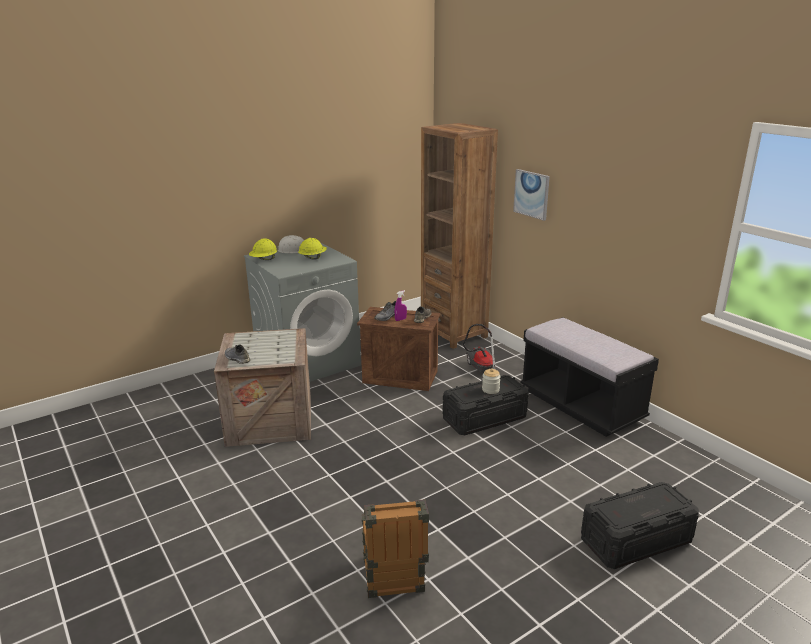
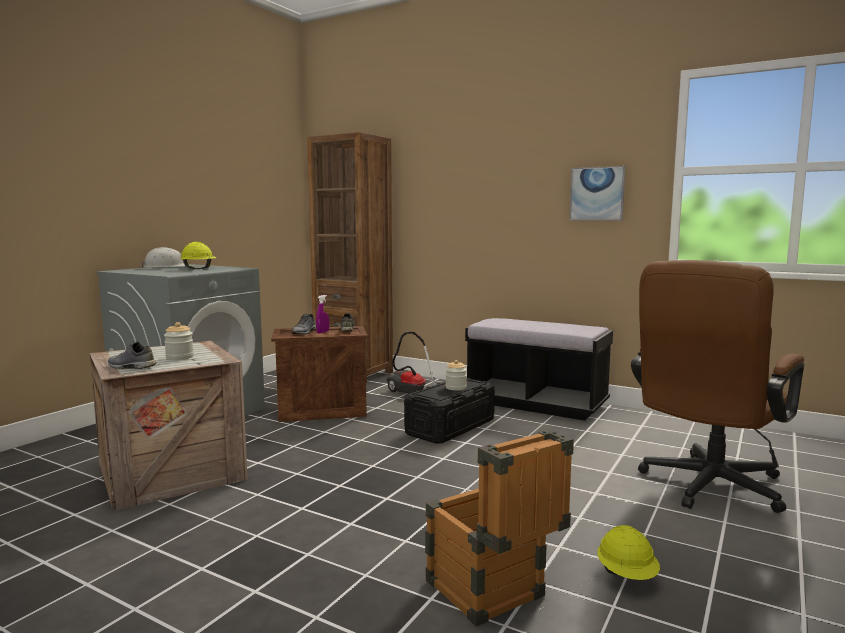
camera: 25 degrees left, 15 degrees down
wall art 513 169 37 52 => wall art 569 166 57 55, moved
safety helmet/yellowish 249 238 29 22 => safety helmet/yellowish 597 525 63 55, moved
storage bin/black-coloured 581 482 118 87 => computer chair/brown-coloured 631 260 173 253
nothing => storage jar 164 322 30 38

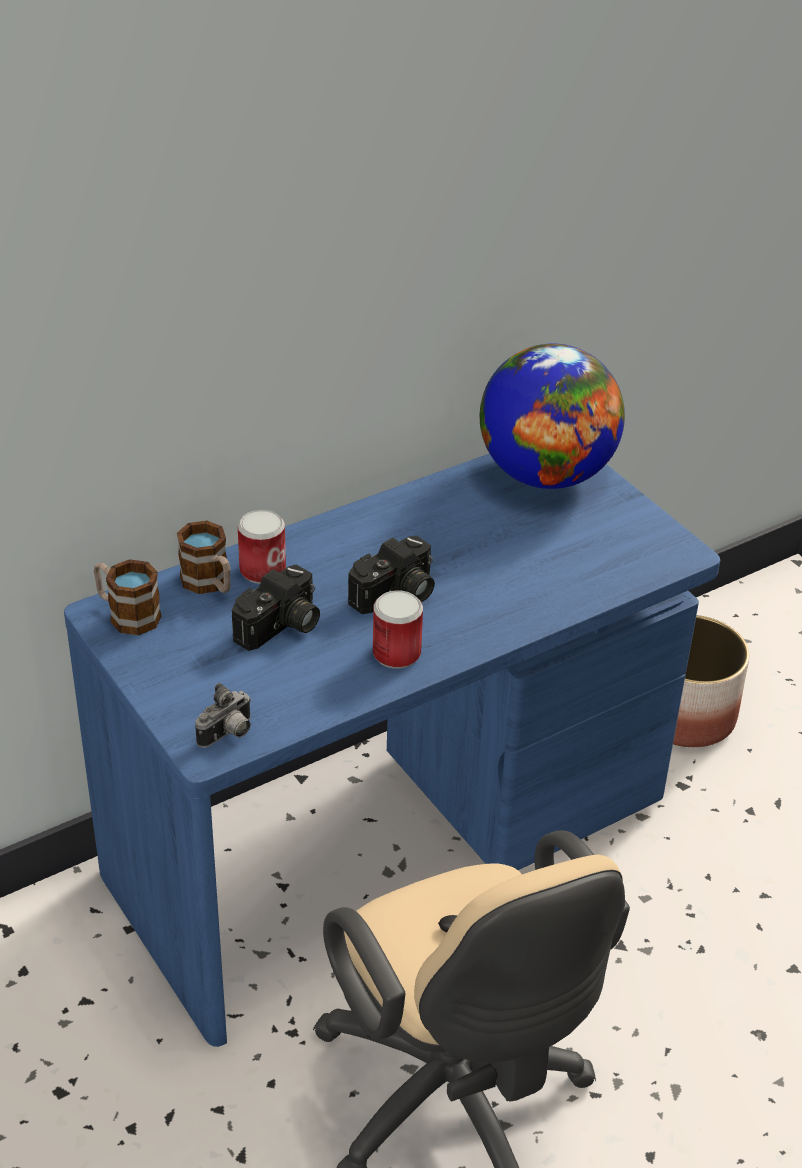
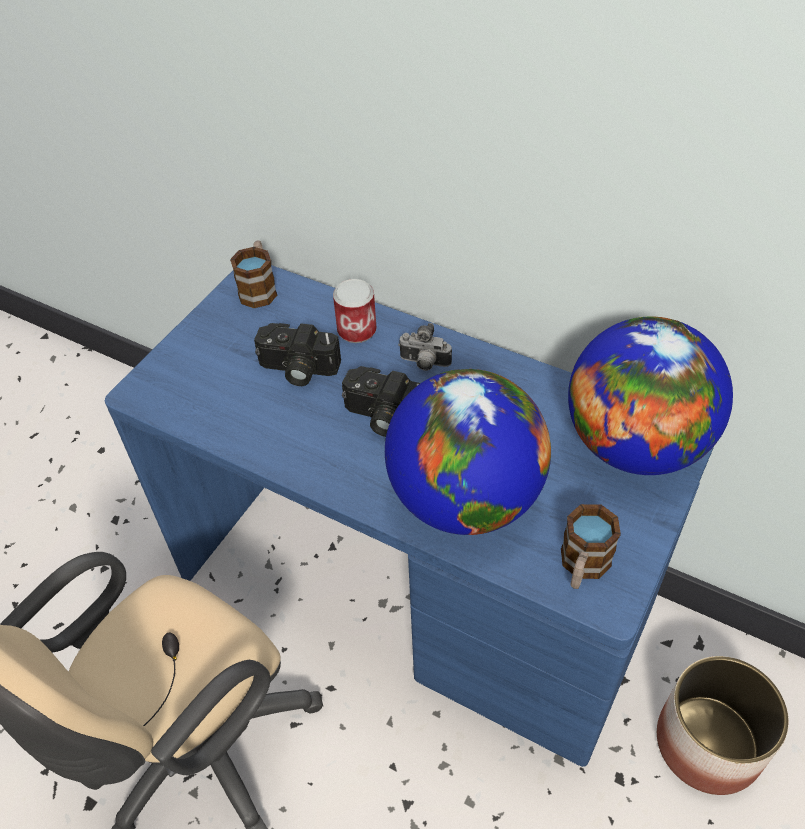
camera: 65 degrees right, 10 degrees up
mug 177 520 53 74 => mug 561 504 60 85, moved
metal can 373 590 50 79 => nothing
photo camera 195 683 56 65 => photo camera 398 323 54 48, moved
nothing => desk globe 385 369 166 166

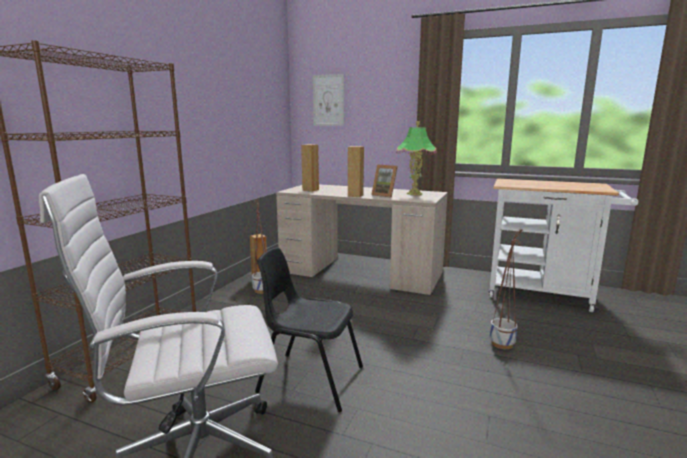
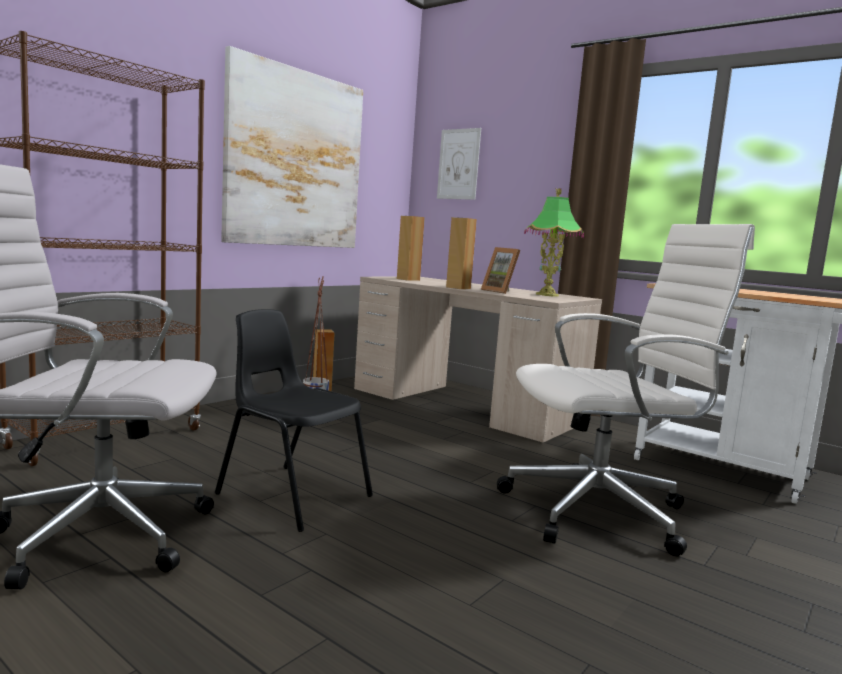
camera: 15 degrees right, 5 degrees down
planter 490 228 32 121 => computer chair/whitish 497 224 258 332
nothing => wall art 221 46 142 202

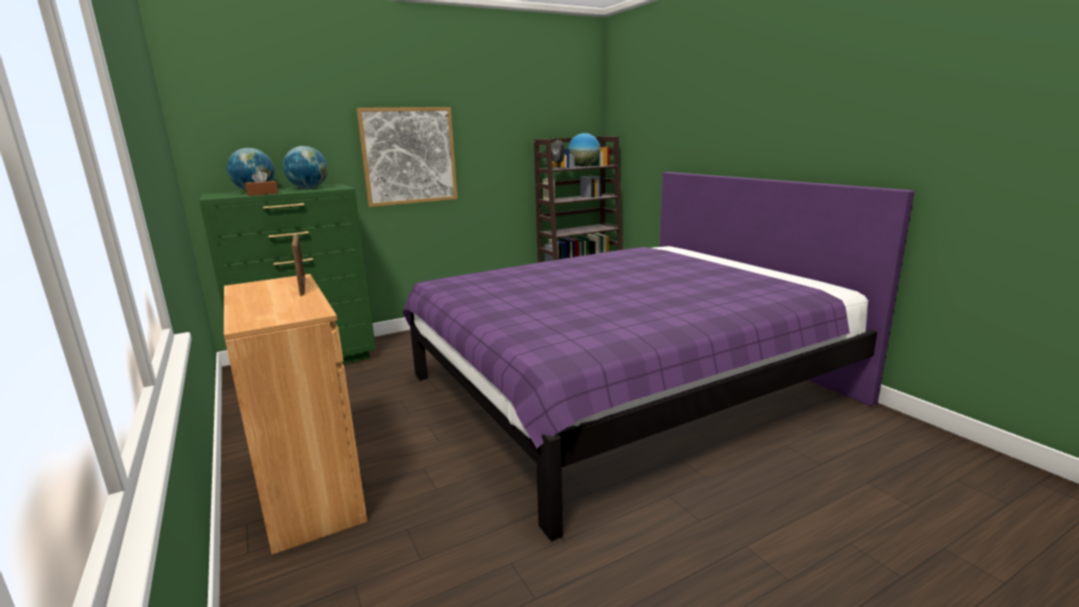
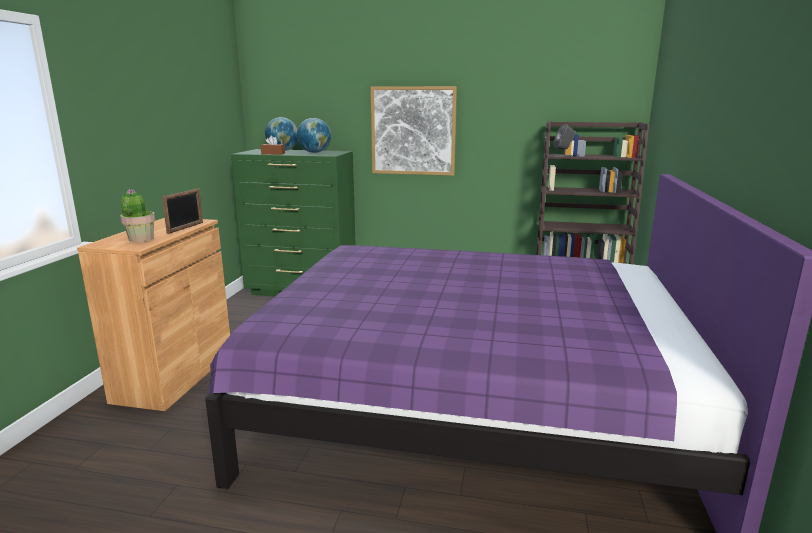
camera: 40 degrees right, 0 degrees up
desk globe 568 133 32 34 => nothing
nothing => houseplant 120 189 36 53

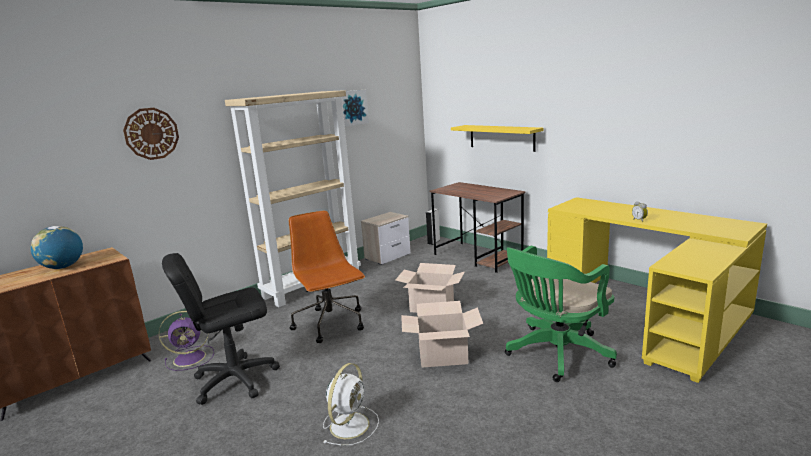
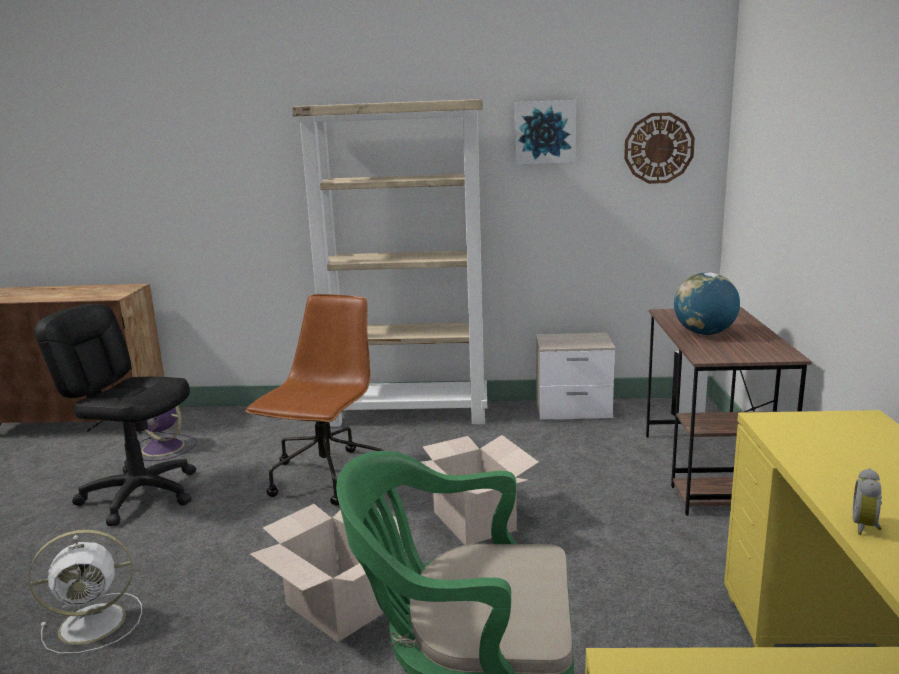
camera: 45 degrees right, 0 degrees up
clock on the wall 123 108 56 52 => clock on the wall 624 112 71 72, moved
shelf/yellowish 451 125 93 27 => nothing
desk globe 31 226 52 43 => desk globe 674 272 66 63, moved

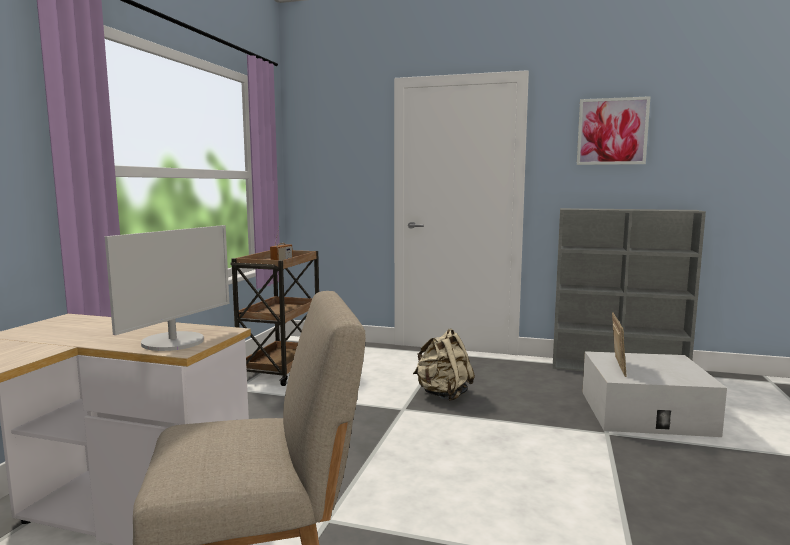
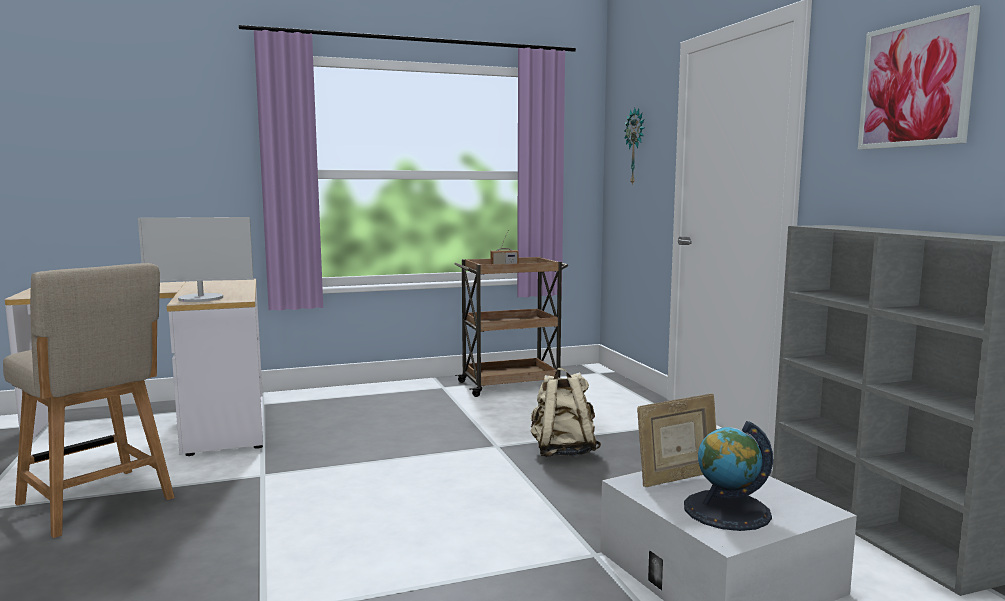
camera: 55 degrees right, 0 degrees up
nothing => clock on the wall 624 108 21 78
nothing => desk globe 684 421 89 110

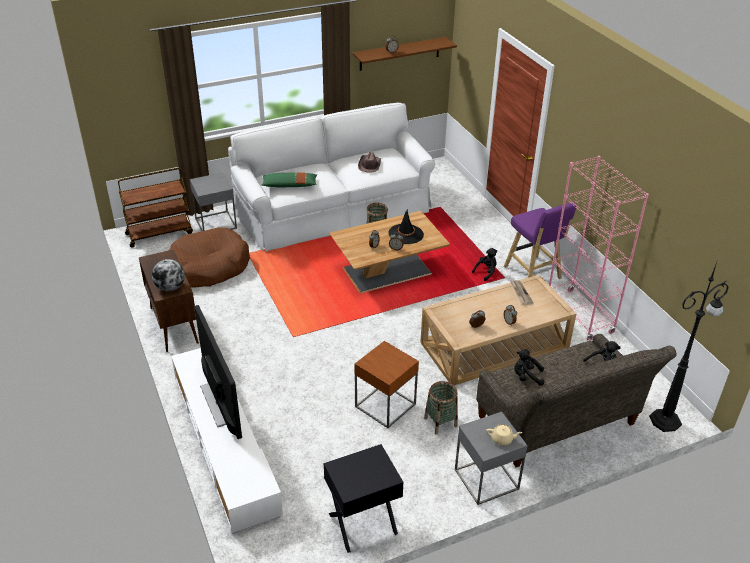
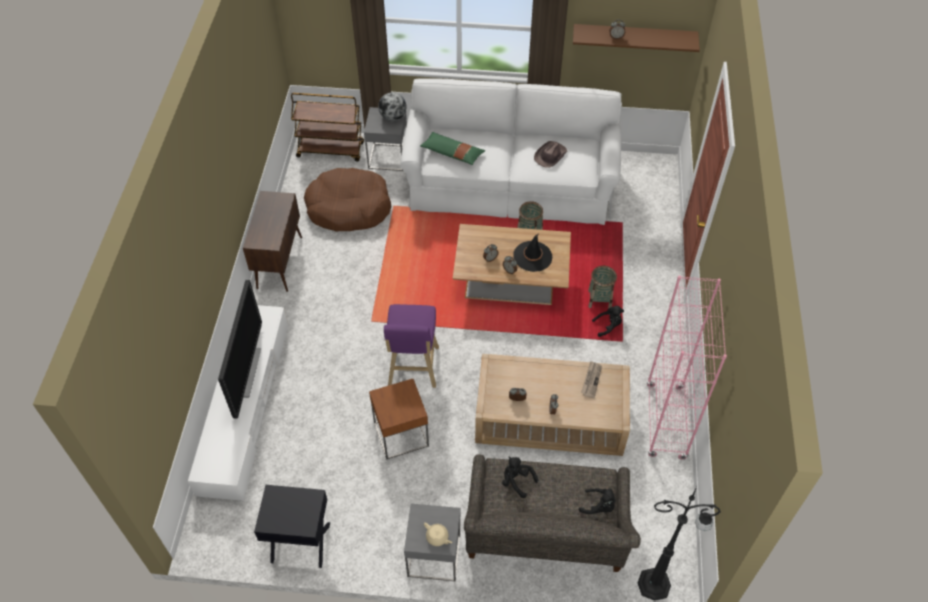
camera: 30 degrees right, 15 degrees up
stool/purplish 504 203 73 76 => stool/purplish 384 304 55 84, moved
desk globe 152 259 33 32 => desk globe 378 92 29 29, moved
storage basket 424 381 34 54 => storage basket 588 266 29 42, moved

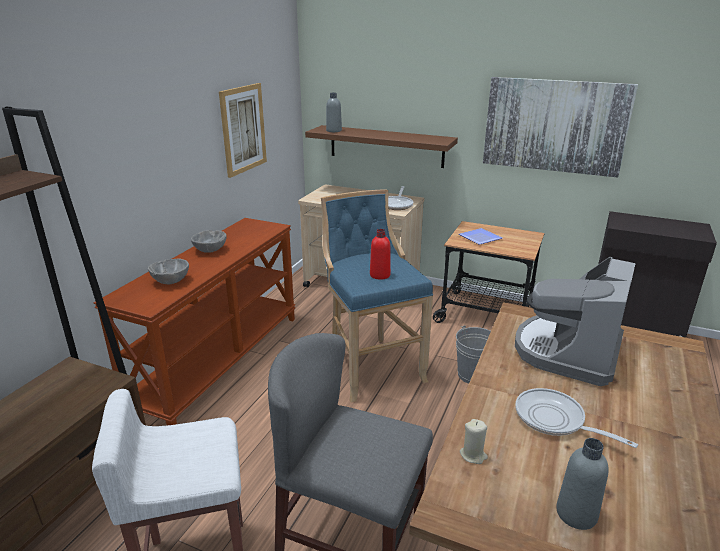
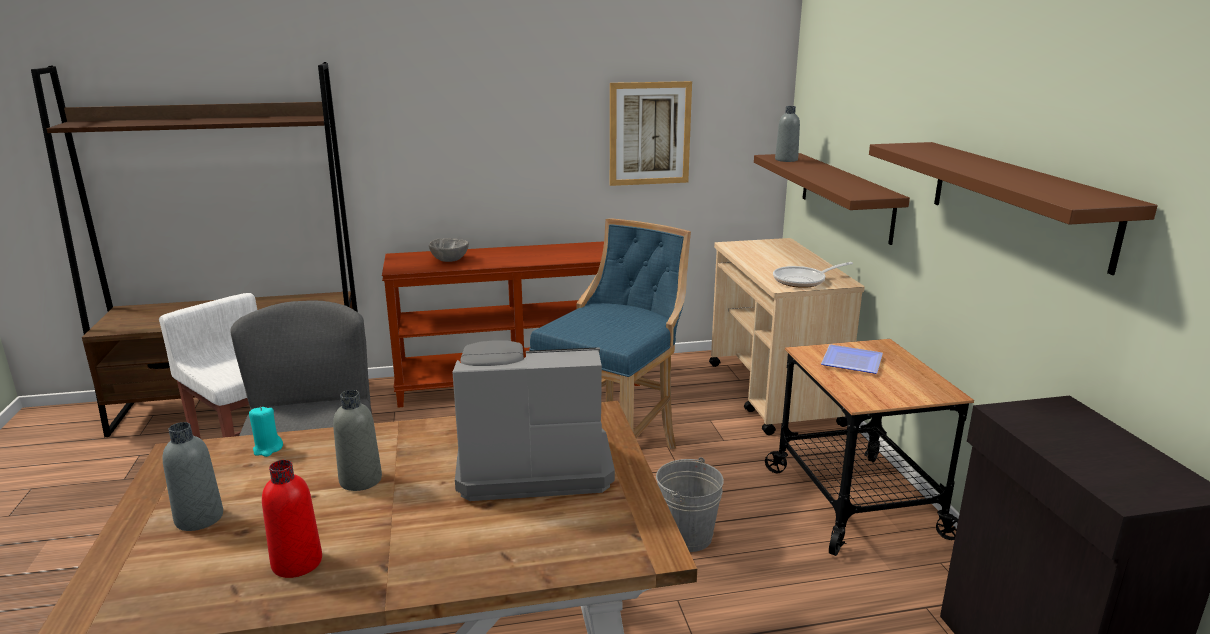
camera: 55 degrees right, 5 degrees down
wall art 483 77 155 101 => shelf/brown-coloured 869 142 289 133
beverage bottle/red 370 229 21 51 => beverage bottle/red 262 460 60 118, moved
bowl/greyish 191 230 36 23 => nothing
skillet 516 388 122 60 => beverage bottle/greyish 333 390 49 101
wax candle/beige-coloured 460 419 28 45 => wax candle/blue-green 249 406 34 51

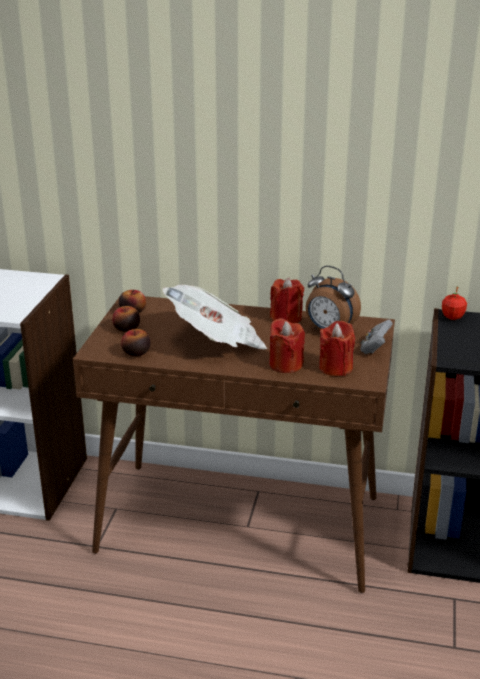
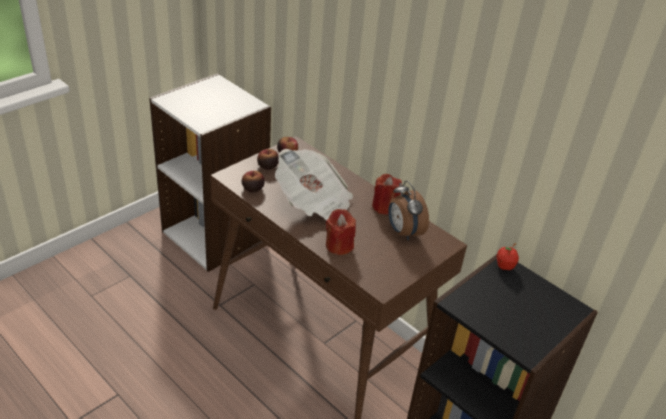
camera: 30 degrees right, 10 degrees up
game controller/greyish 360 320 33 34 => nothing
wax candle/red 319 321 36 55 => nothing

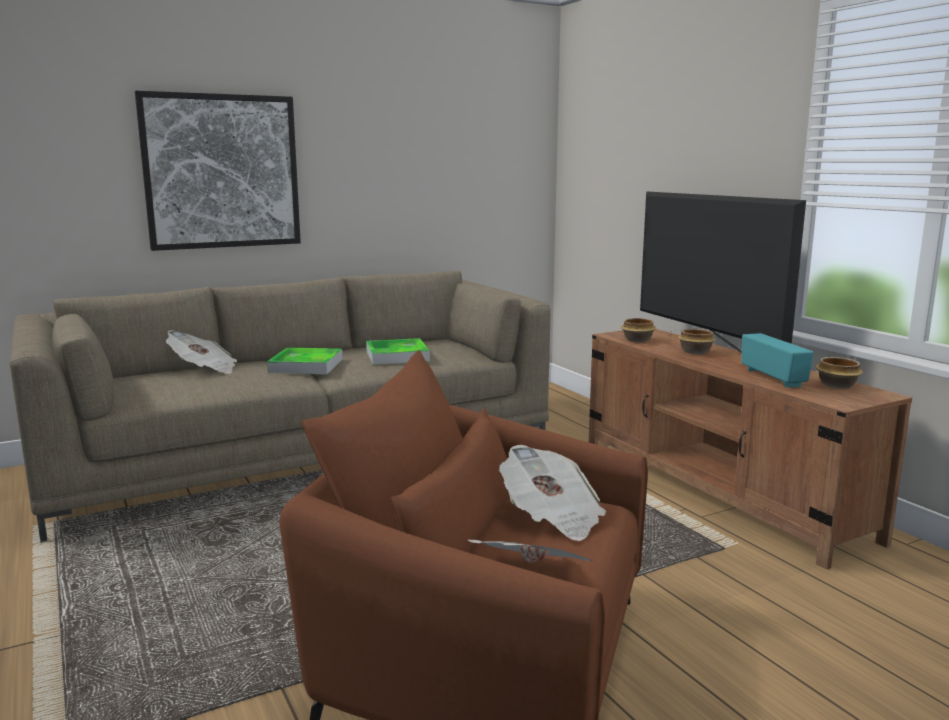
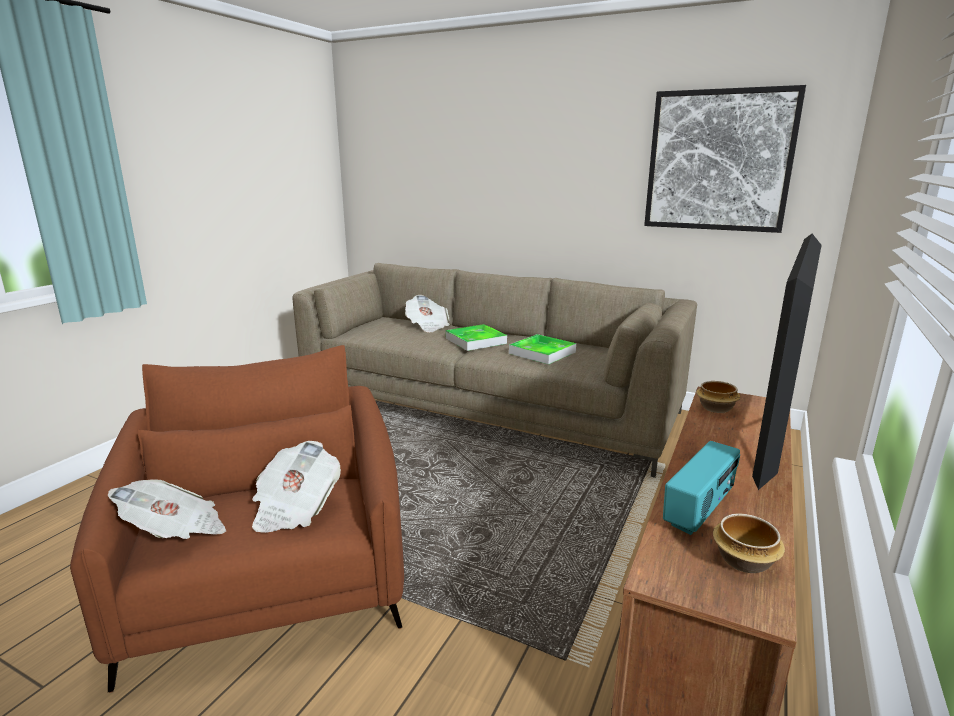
camera: 55 degrees right, 5 degrees up
wall art 135 91 166 160 => wall art 644 85 162 148, moved
bowl 678 329 38 25 => nothing

